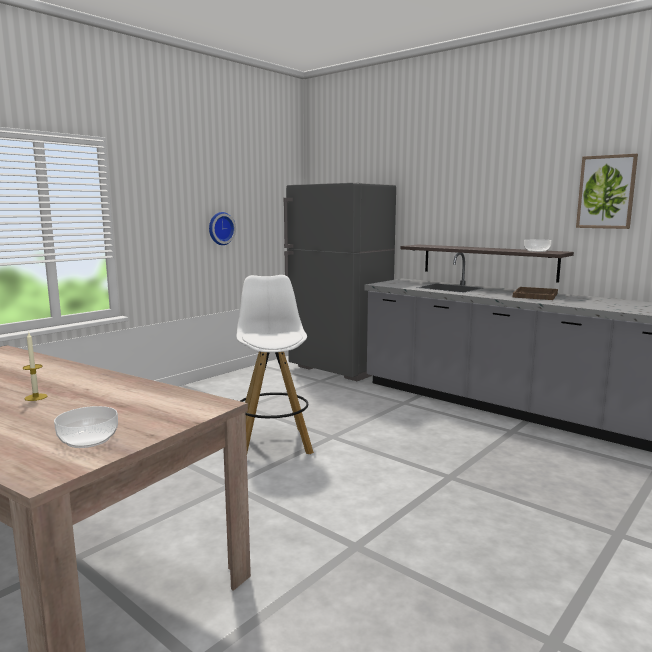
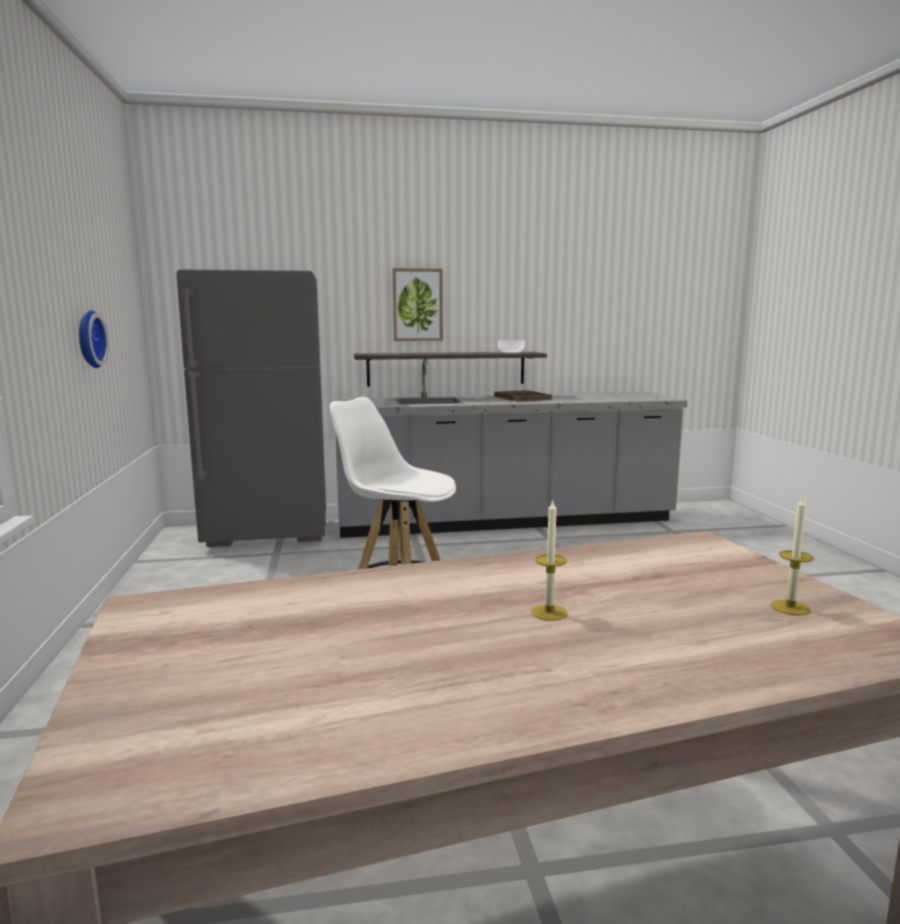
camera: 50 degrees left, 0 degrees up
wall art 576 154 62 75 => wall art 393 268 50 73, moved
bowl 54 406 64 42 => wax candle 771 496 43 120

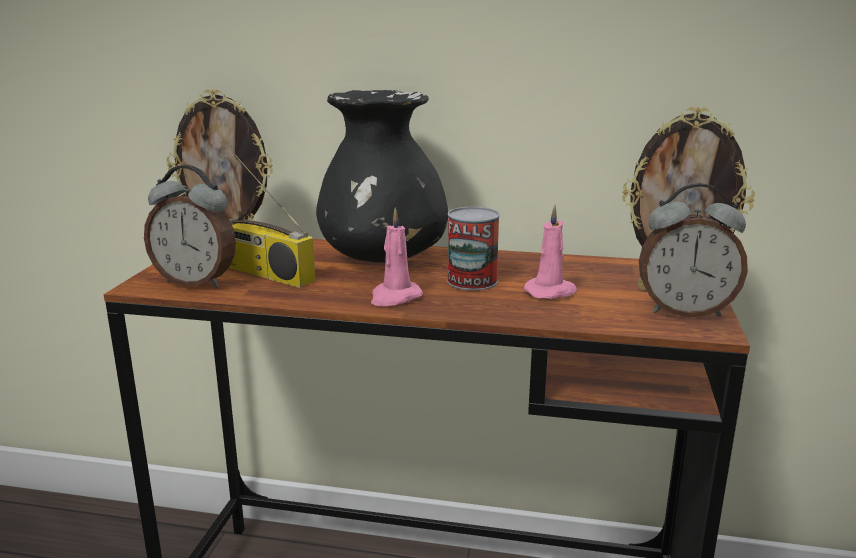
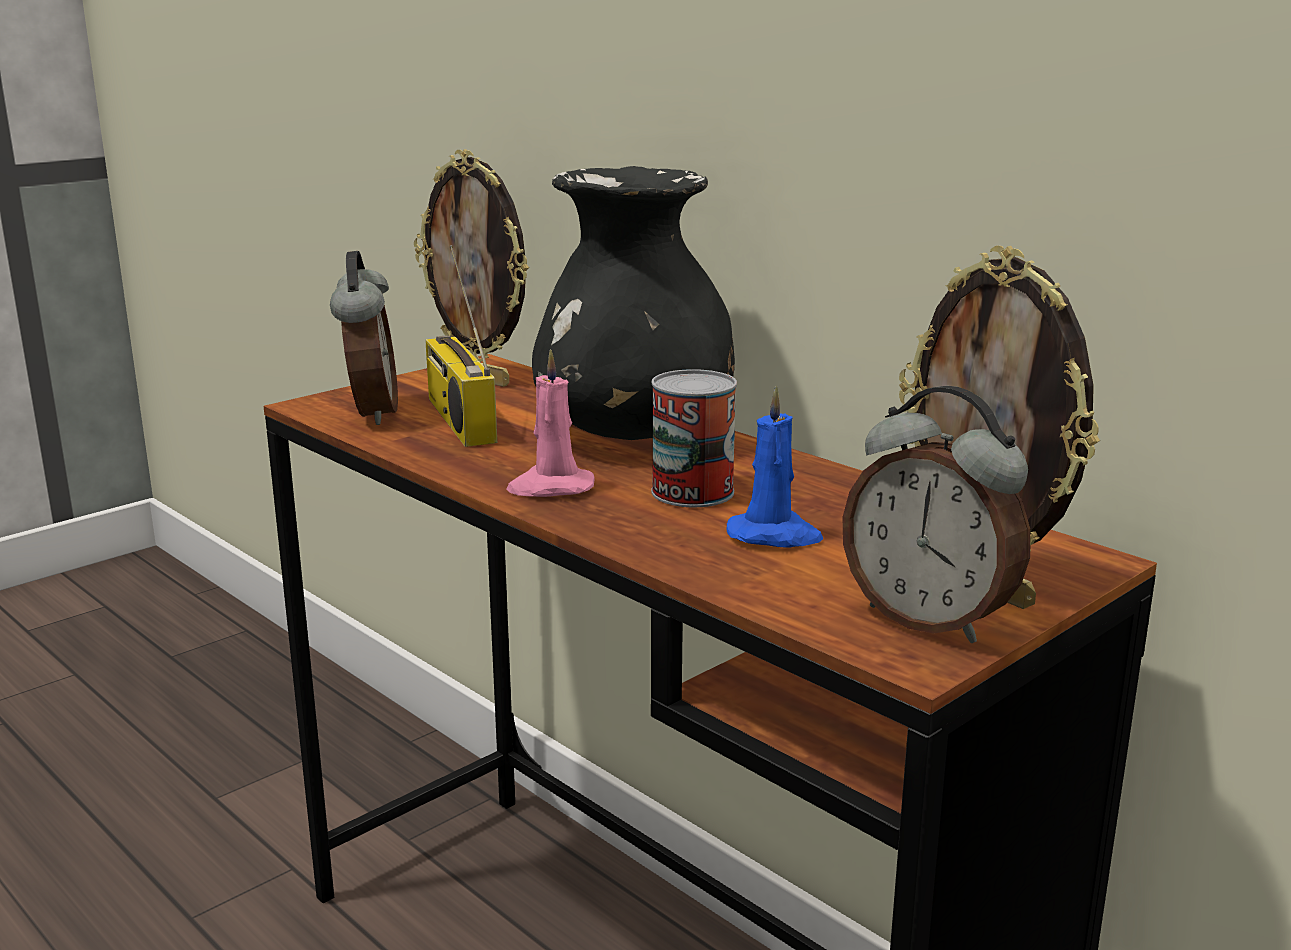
camera: 35 degrees right, 0 degrees up
alarm clock 144 165 92 123 => alarm clock 330 251 68 174, 150 degrees counterclockwise
wax candle/pinkish 523 205 54 94 => wax candle/bluish 726 385 97 162

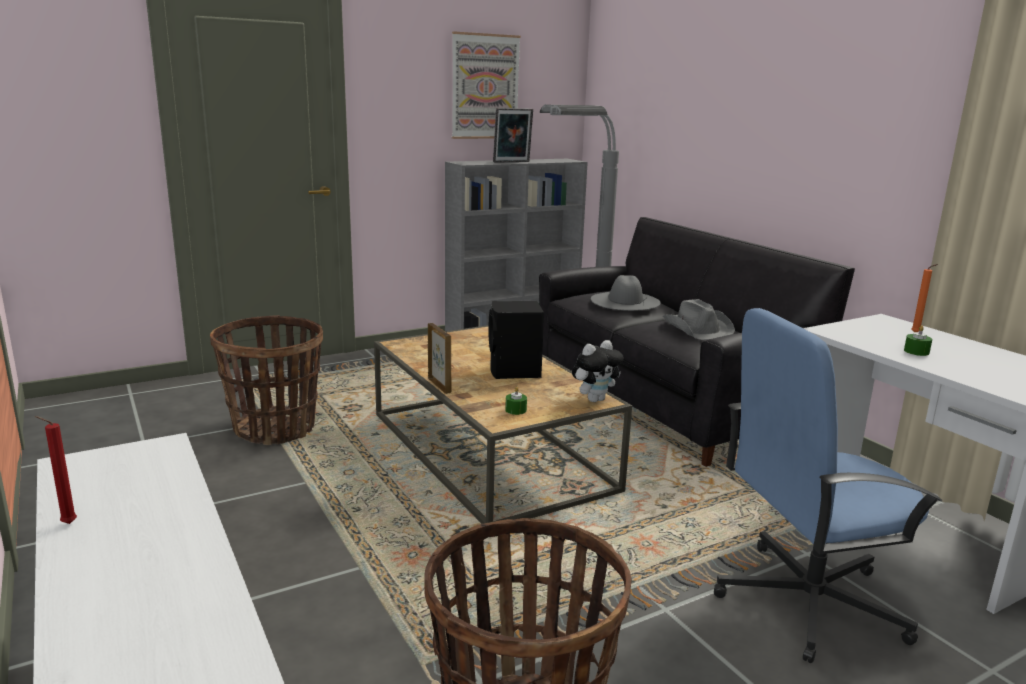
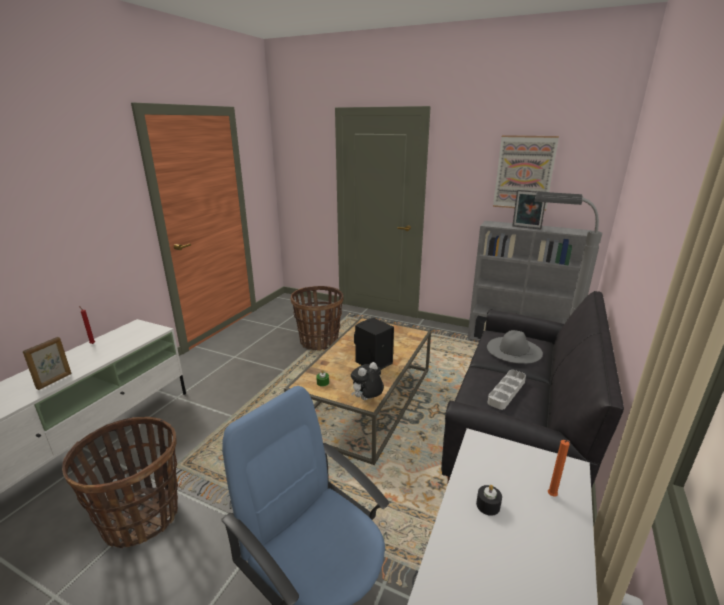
camera: 55 degrees right, 5 degrees up
hat/greyish 663 299 72 41 => serving tray/greyish 487 370 39 40
picture frame 428 323 23 71 => picture frame 23 337 49 53, moved
wax candle/green-coloured 904 325 28 31 => wax candle/black-coloured 476 485 26 31
plush toy 572 340 52 62 => plush toy 351 362 33 38, 120 degrees clockwise

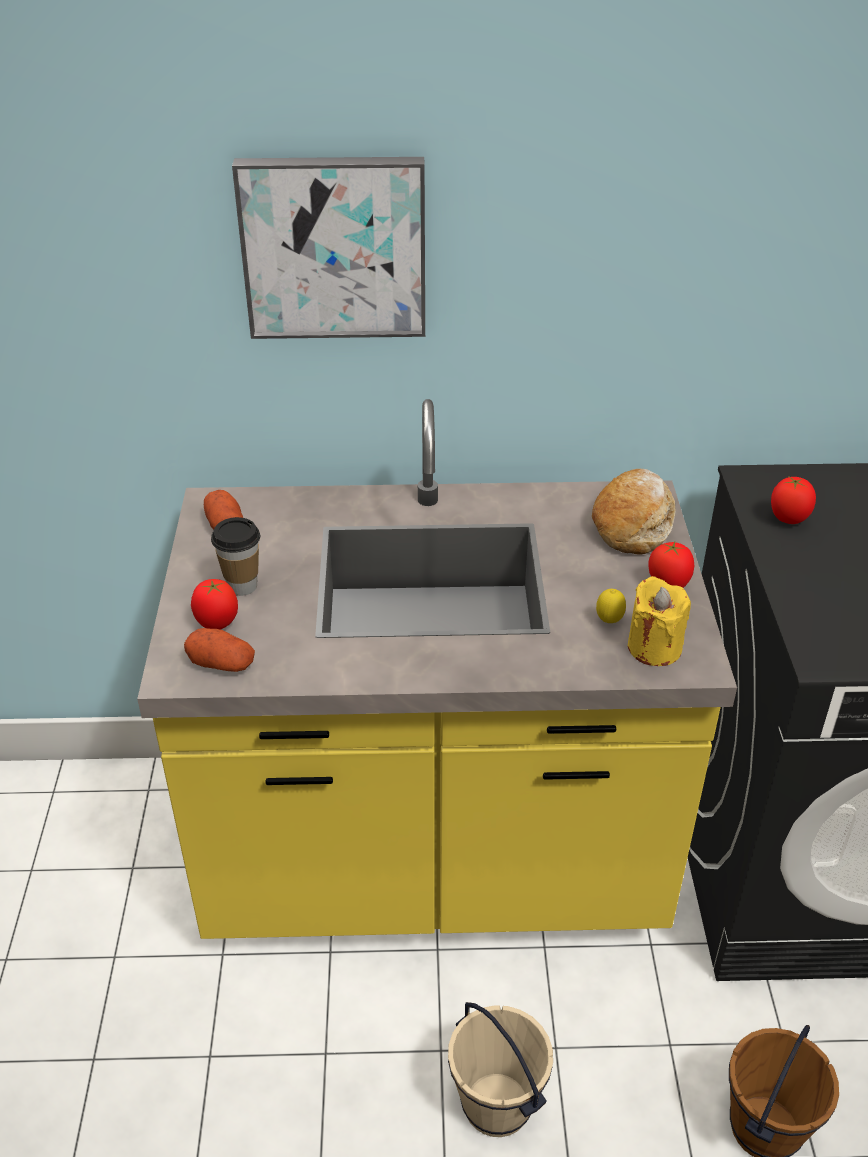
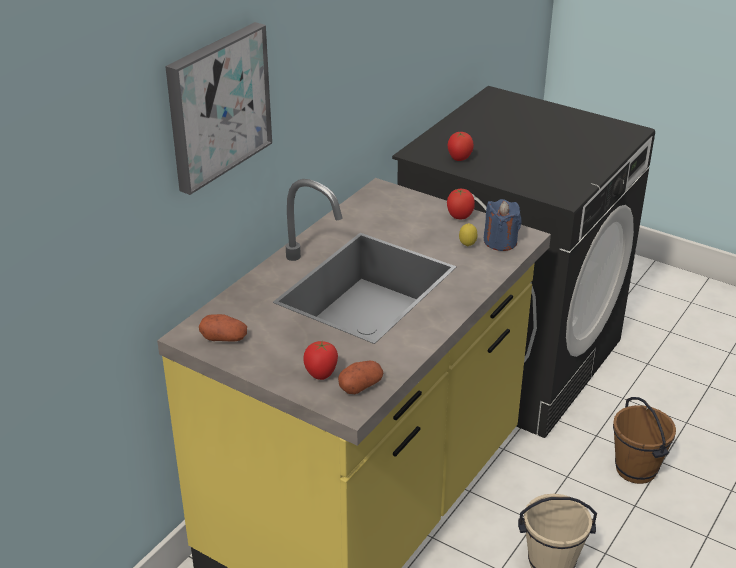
camera: 55 degrees left, 5 degrees down
baked bread 592 469 84 86 => nothing
cup 211 517 49 79 => nothing
wax candle/yellowish 628 576 63 90 => wax candle/bluish 484 199 38 52

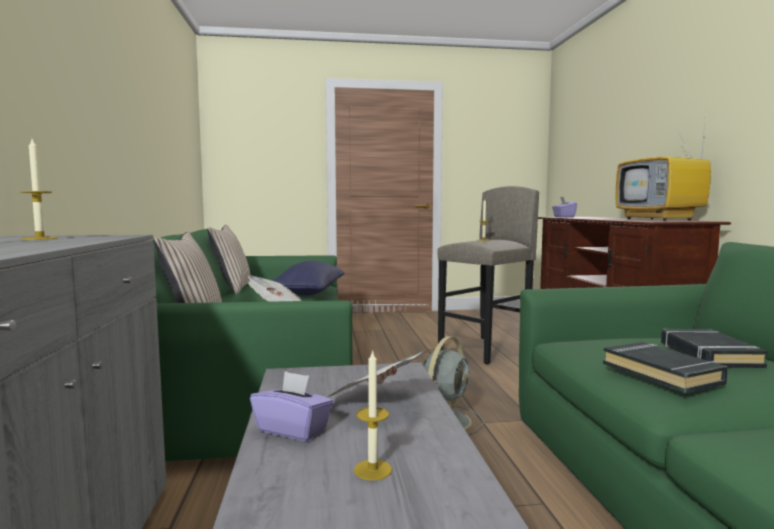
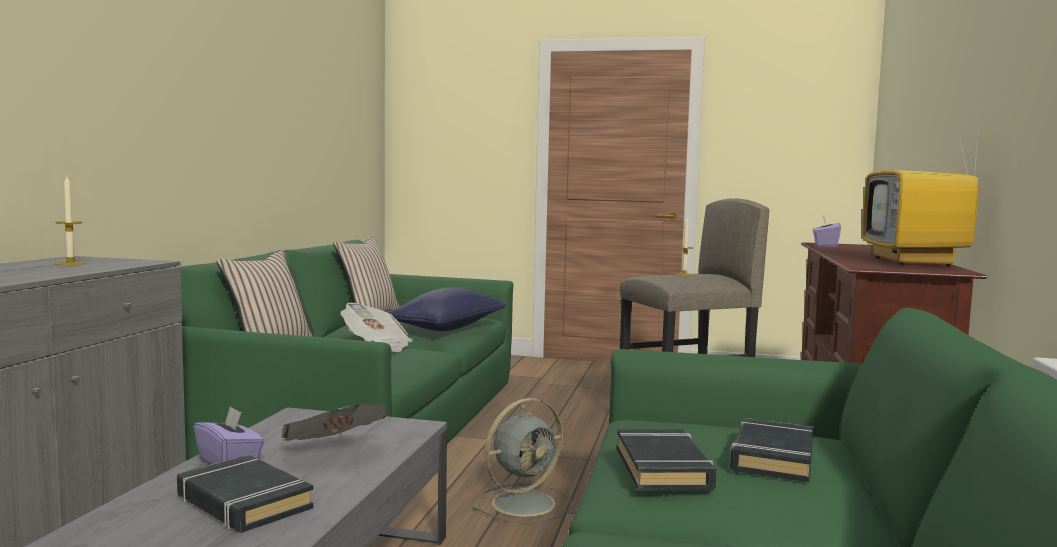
camera: 20 degrees right, 0 degrees up
wax candle 354 349 38 132 => volume/black-coloured 177 455 137 78

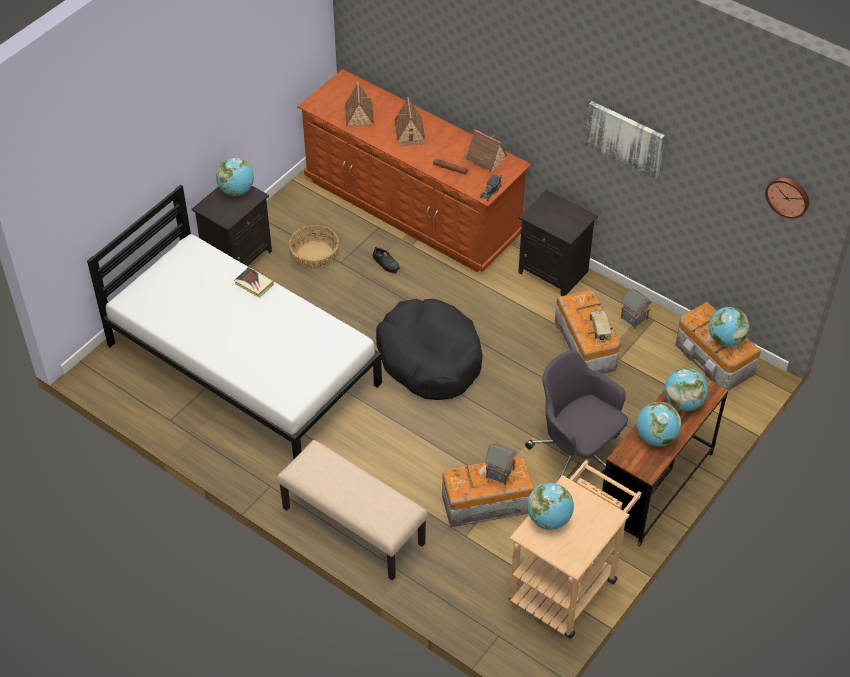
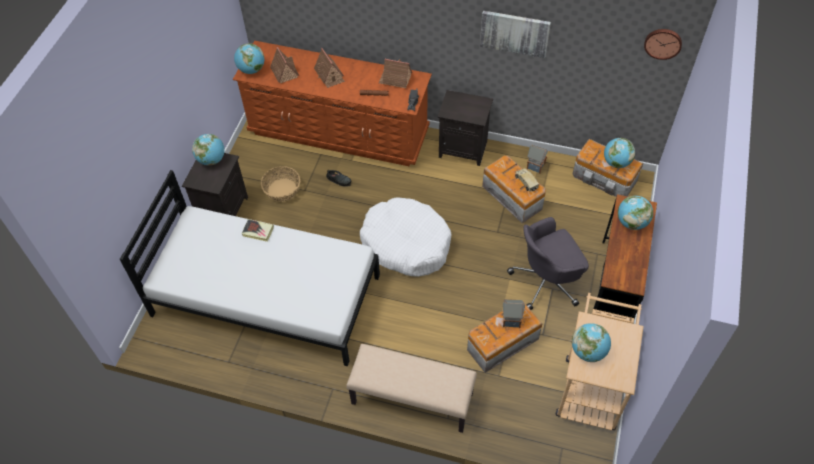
camera: 20 degrees left, 5 degrees up
pet bed/black-coloured 376 299 107 101 => pet bed/whitish 360 198 92 79
computer chair/greyish 525 350 103 129 => computer chair/greyish 507 217 82 93, 45 degrees counterclockwise
desk globe 636 402 45 44 => desk globe 234 43 30 31, moved

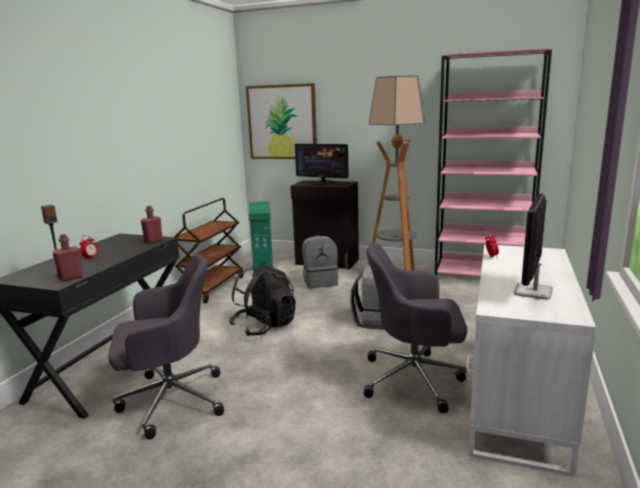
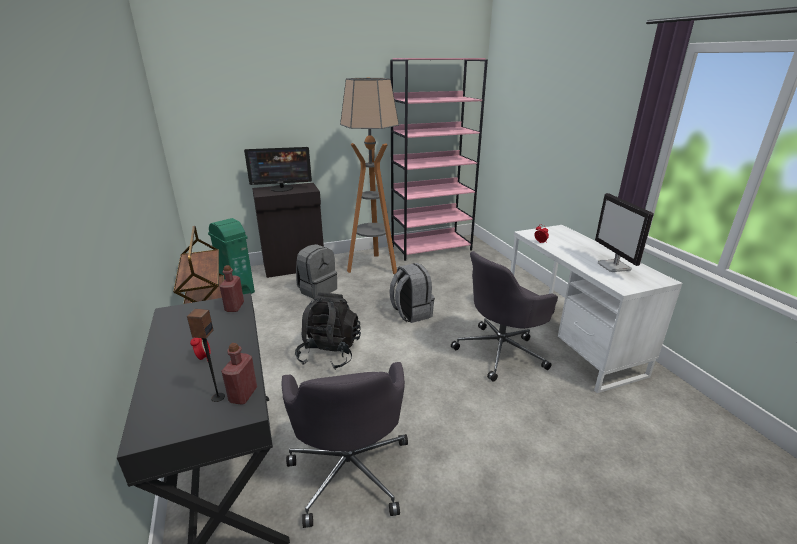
camera: 40 degrees left, 10 degrees up
wall art 246 83 71 76 => nothing
computer chair/greyish 108 254 116 185 => computer chair/greyish 281 362 127 166, 135 degrees clockwise

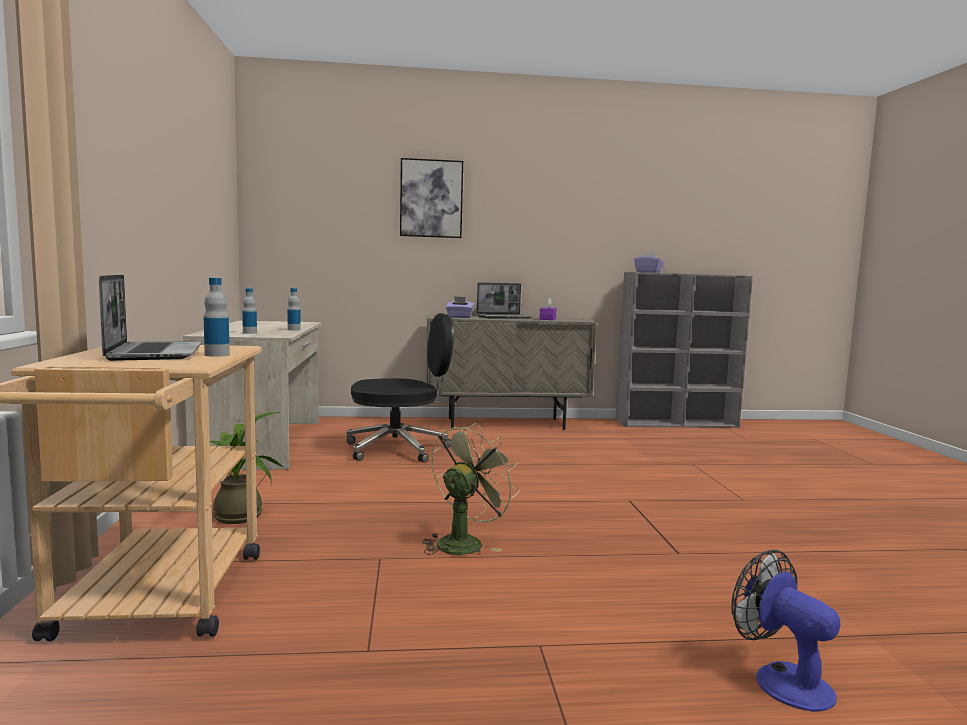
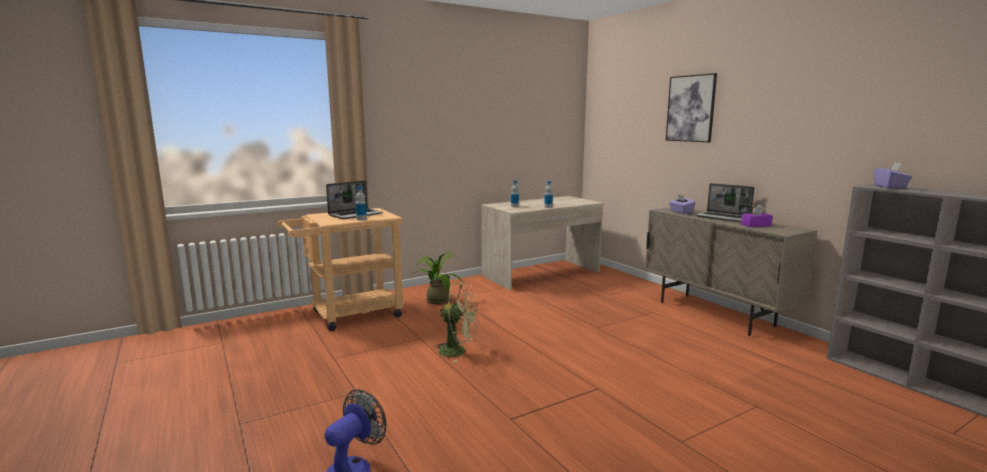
camera: 65 degrees right, 5 degrees up
computer chair/black-coloured 346 313 108 150 => nothing

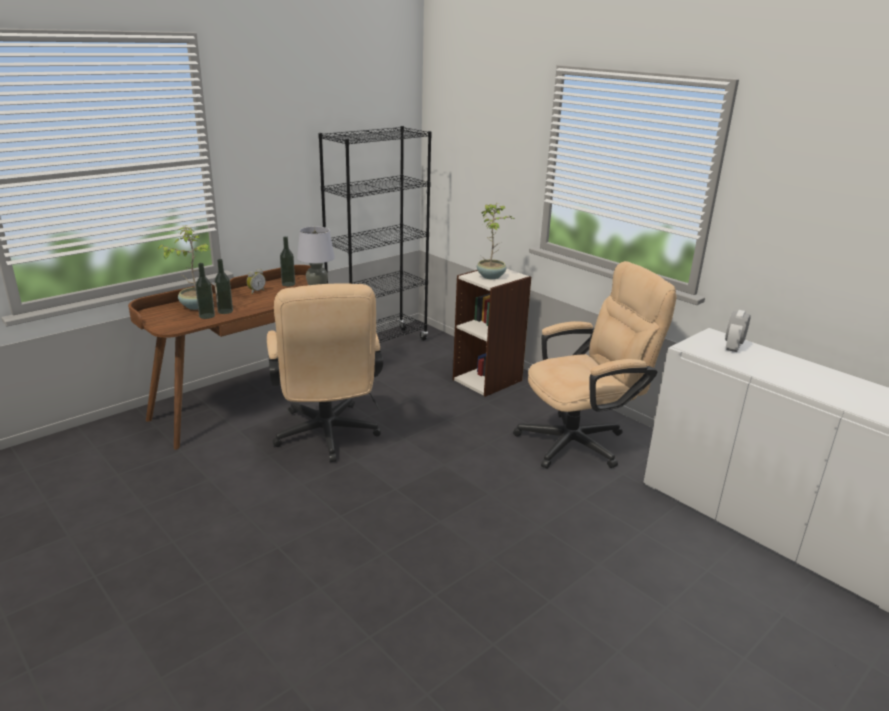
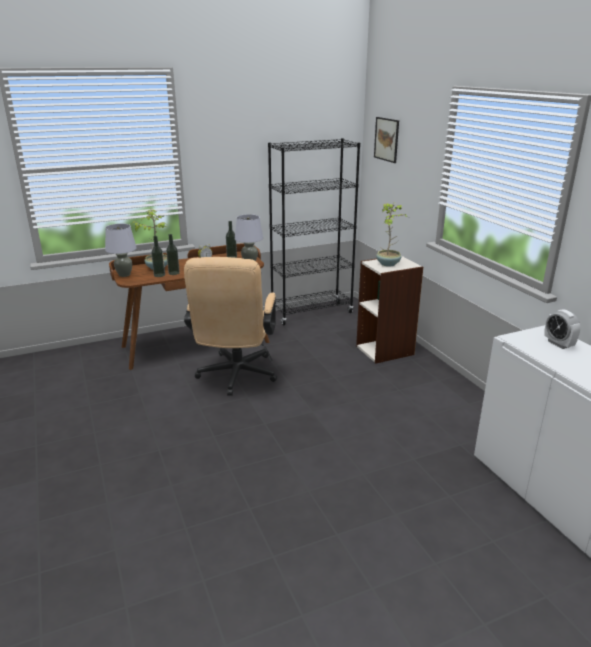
camera: 20 degrees right, 0 degrees up
computer chair/beige-coloured 513 261 163 208 => nothing
alarm clock 725 310 26 42 => alarm clock 544 310 36 39, 75 degrees counterclockwise
nothing => wall art 374 117 25 46
nothing => lamp for a table/greyish 105 224 32 53

